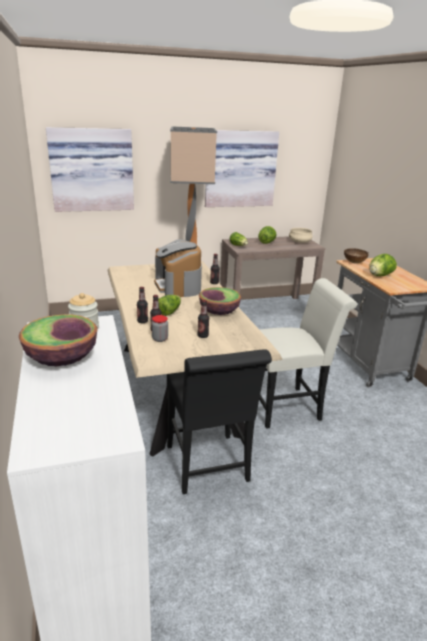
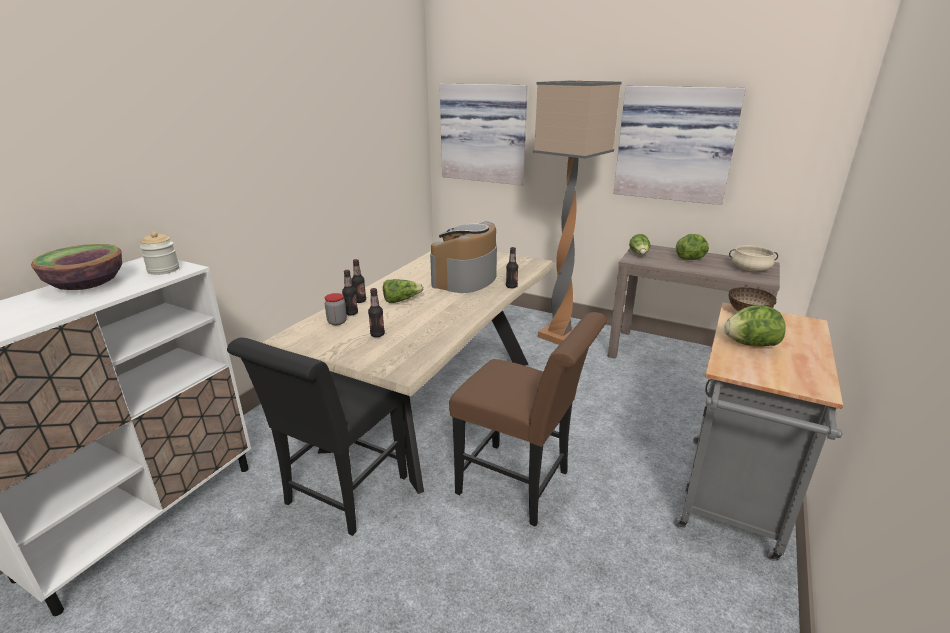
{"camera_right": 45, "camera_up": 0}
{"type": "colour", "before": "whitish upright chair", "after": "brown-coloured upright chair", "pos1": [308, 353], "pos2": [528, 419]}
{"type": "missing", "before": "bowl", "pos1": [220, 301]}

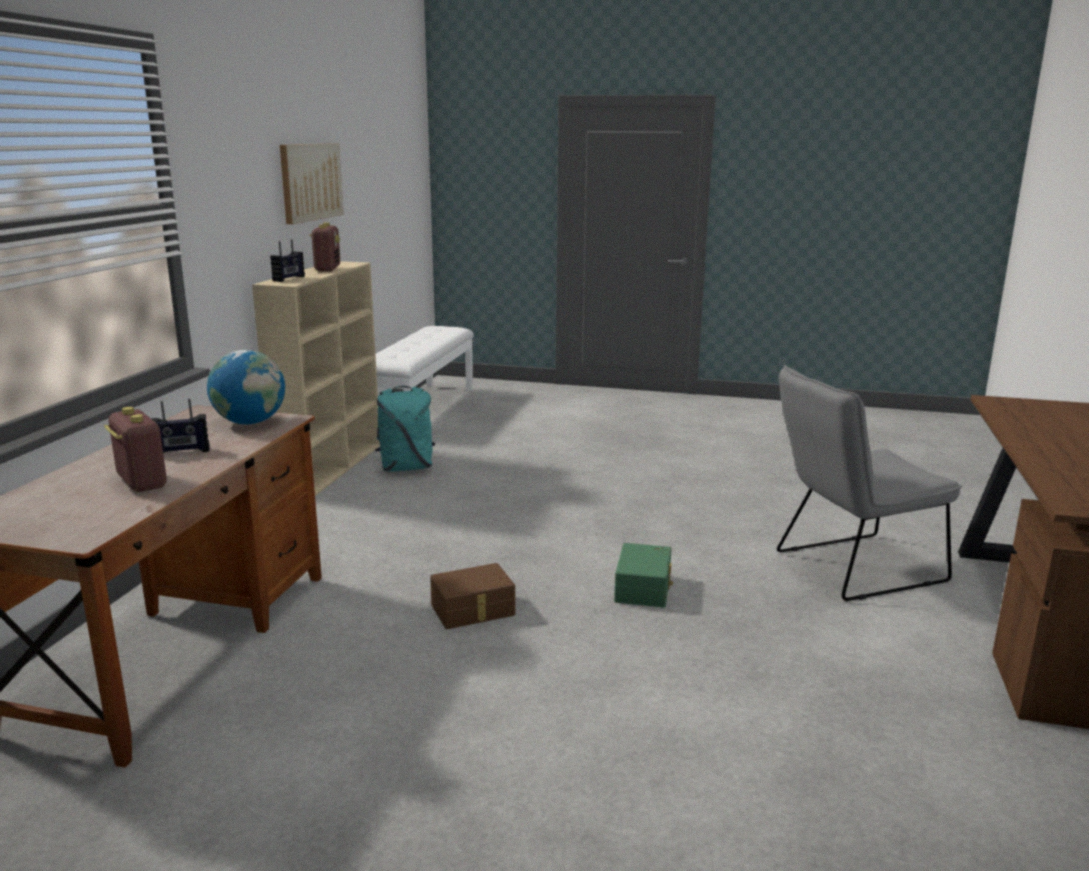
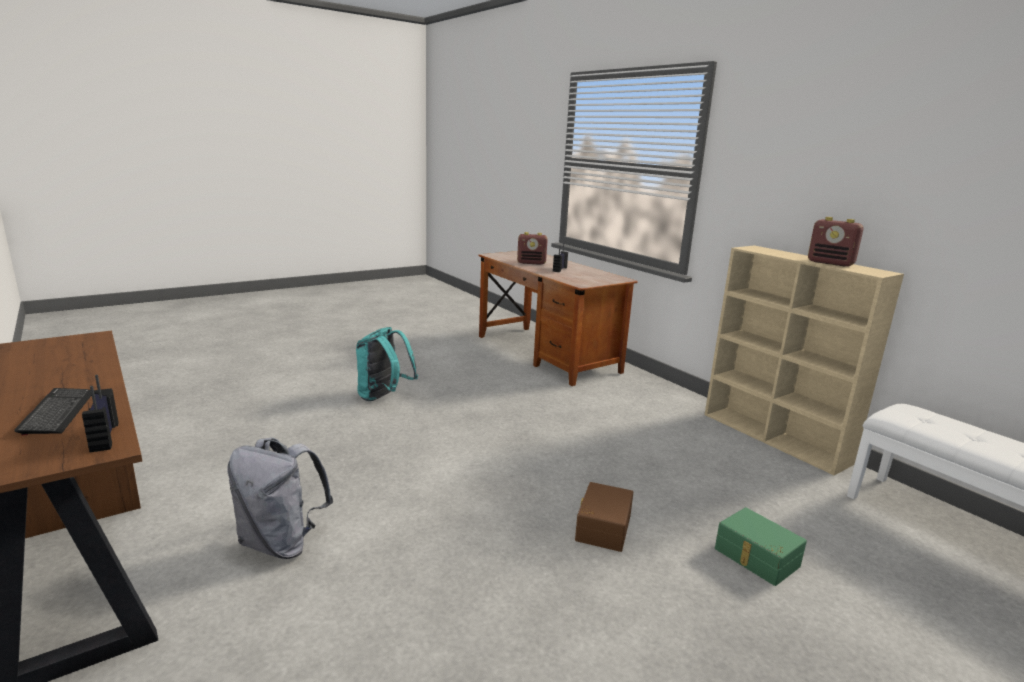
{"camera_right": 130, "camera_up": 0}
{"type": "appeared", "after": "keyboard", "pos2": [52, 411]}
{"type": "relocated", "before": "radio receiver", "pos1": [287, 260], "pos2": [100, 413]}
{"type": "exchanged", "before": "gray upright chair", "after": "gray backpack", "pos1": [870, 483], "pos2": [280, 498]}
{"type": "relocated", "before": "turquoise-coloured backpack", "pos1": [405, 429], "pos2": [387, 364]}
{"type": "relocated", "before": "brown-coloured storage bin", "pos1": [472, 596], "pos2": [604, 517]}
{"type": "relocated", "before": "green storage bin", "pos1": [643, 575], "pos2": [761, 546]}
{"type": "missing", "before": "globe", "pos1": [246, 387]}
{"type": "missing", "before": "wall picture", "pos1": [312, 183]}

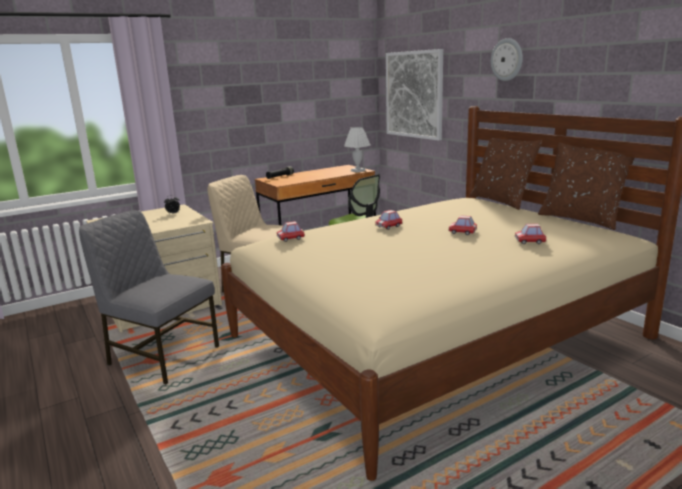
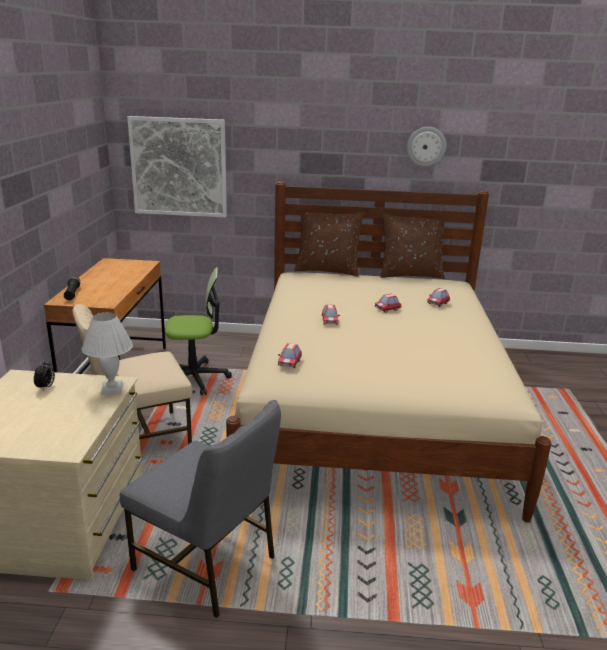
{"camera_right": -55, "camera_up": 5}
{"type": "relocated", "before": "whitish table lamp", "pos1": [357, 150], "pos2": [107, 353]}
{"type": "spun", "before": "gray upright chair", "pos1": [149, 297], "pos2": [200, 509], "turn": -120}
{"type": "relocated", "before": "hanging clock", "pos1": [507, 59], "pos2": [426, 147]}

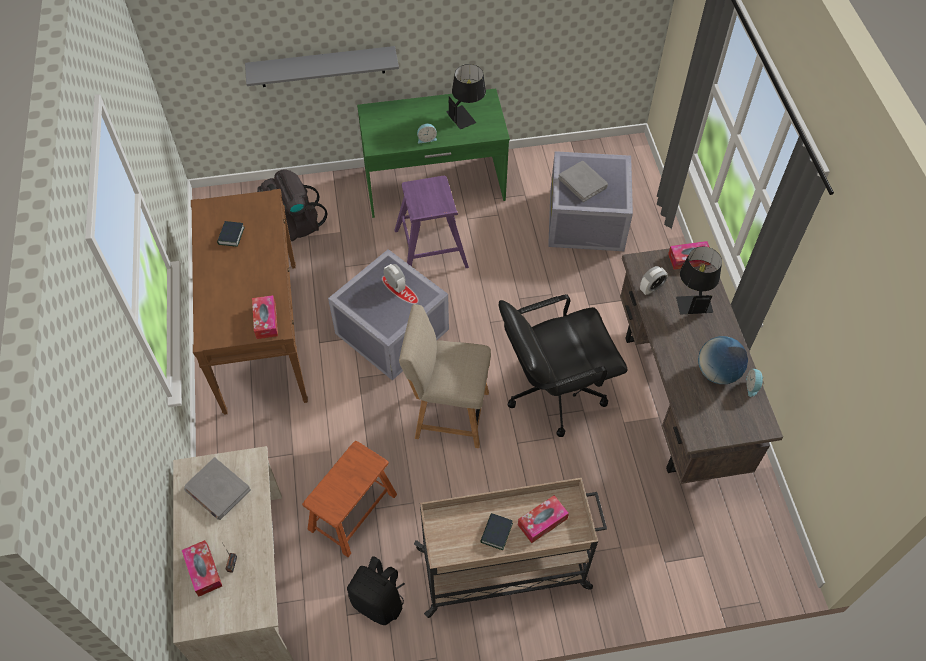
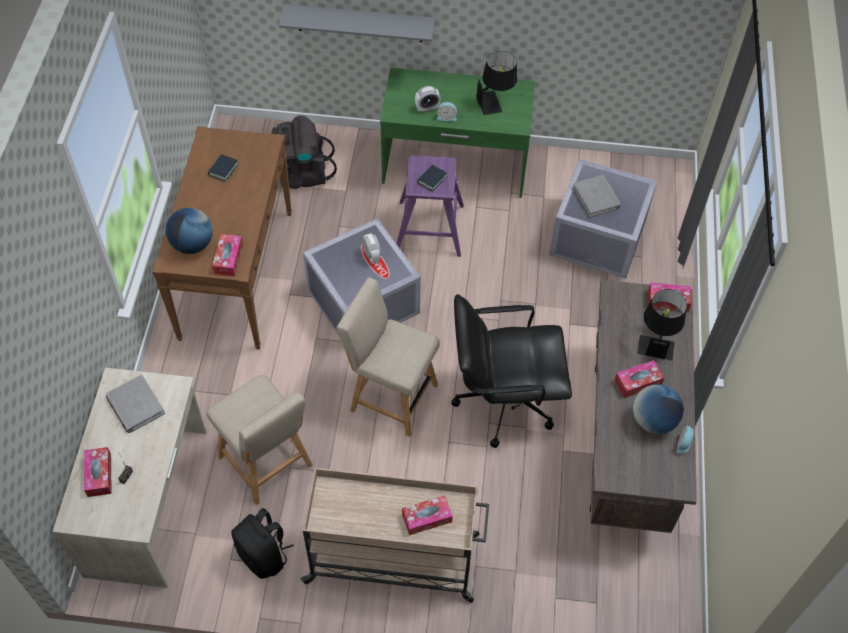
{"camera_right": 15, "camera_up": 0}
{"type": "appeared", "after": "globe", "pos2": [189, 231]}
{"type": "exchanged", "before": "brown-coloured stool seat", "after": "beige upright chair", "pos1": [349, 499], "pos2": [259, 440]}
{"type": "relocated", "before": "alarm clock", "pos1": [654, 280], "pos2": [428, 99]}
{"type": "relocated", "before": "bound book", "pos1": [496, 531], "pos2": [432, 178]}
{"type": "appeared", "after": "tissue box", "pos2": [639, 379]}

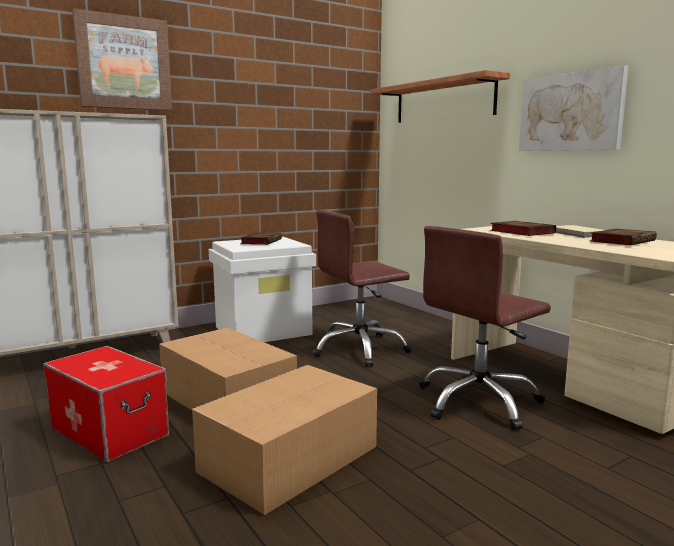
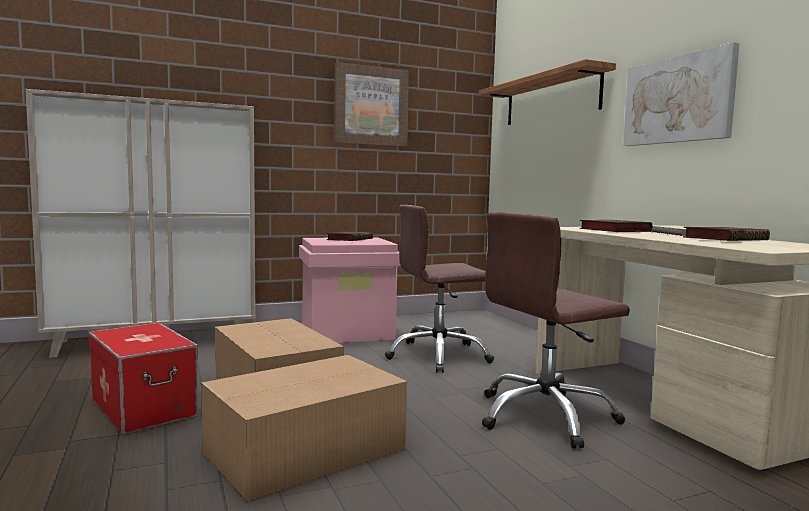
{"camera_right": 10, "camera_up": -5}
{"type": "colour", "before": "whitish storage bin", "after": "pink storage bin", "pos1": [262, 289], "pos2": [350, 290]}
{"type": "relocated", "before": "wall picture", "pos1": [122, 59], "pos2": [371, 104]}

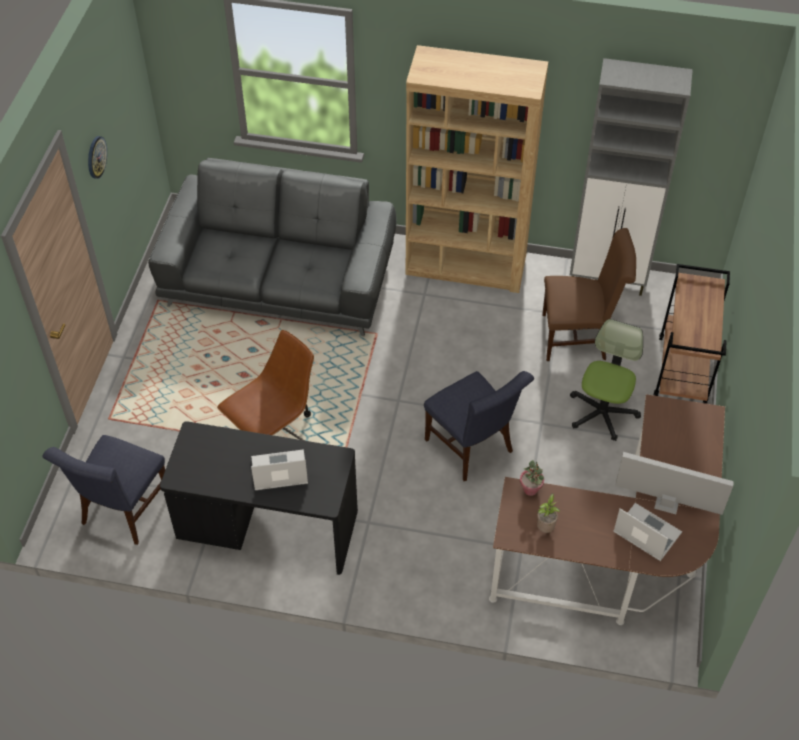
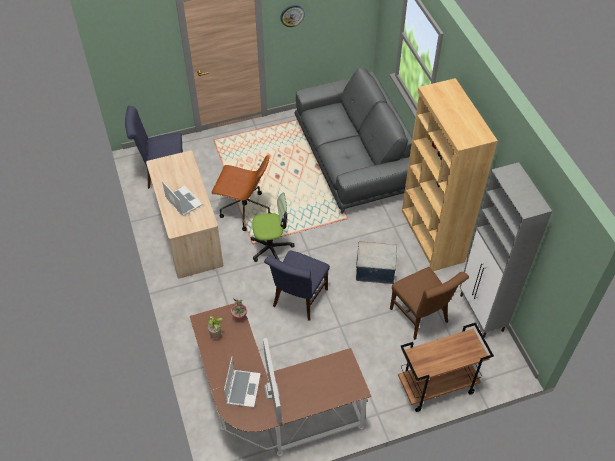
{"camera_right": 60, "camera_up": 0}
{"type": "colour", "before": "blackish desk unit", "after": "beige desk unit", "pos1": [259, 498], "pos2": [184, 214]}
{"type": "relocated", "before": "computer chair", "pos1": [606, 380], "pos2": [273, 227]}
{"type": "appeared", "after": "storage bin", "pos2": [376, 262]}

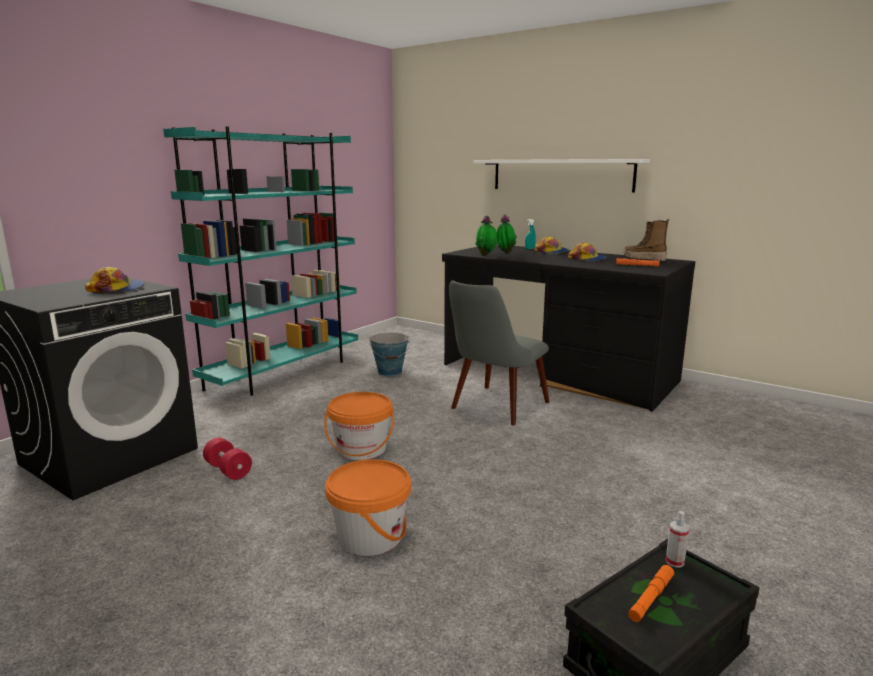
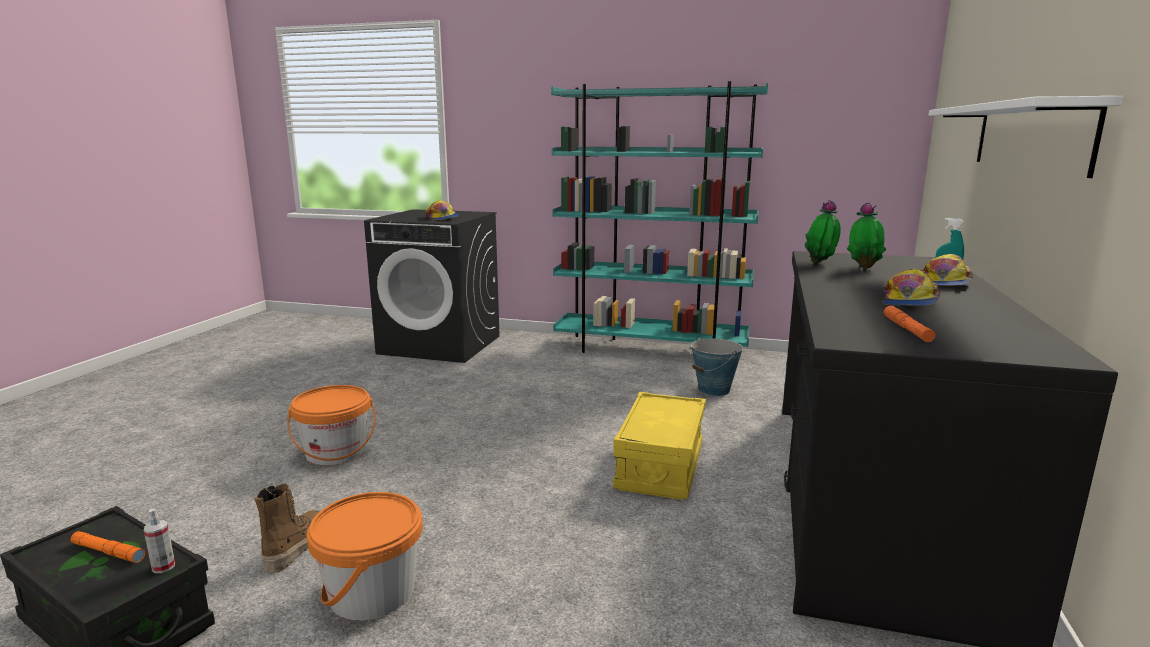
{"camera_right": 70, "camera_up": 0}
{"type": "relocated", "before": "boot", "pos1": [646, 240], "pos2": [286, 528]}
{"type": "relocated", "before": "orange pail", "pos1": [359, 426], "pos2": [365, 556]}
{"type": "exchanged", "before": "gray upright chair", "after": "yellow storage bin", "pos1": [499, 352], "pos2": [659, 446]}
{"type": "missing", "before": "reddish hand weight", "pos1": [227, 458]}

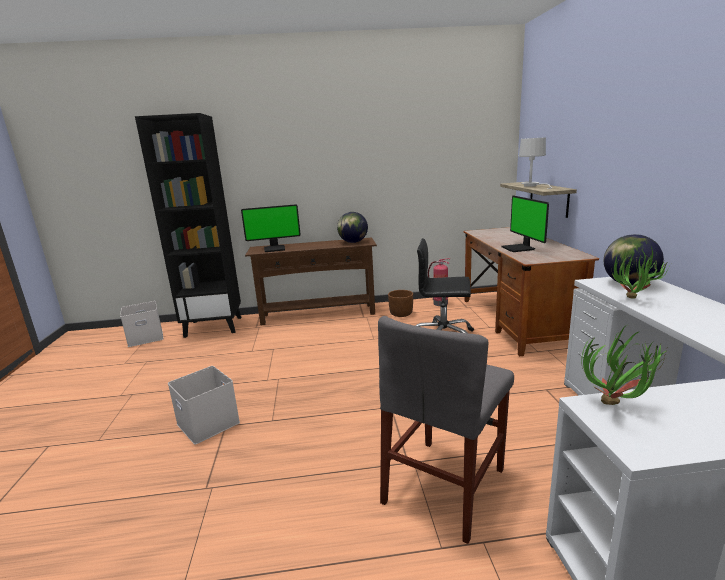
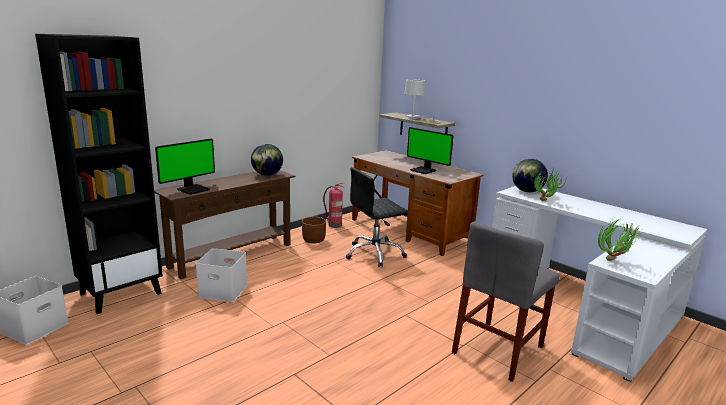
{"camera_right": -40, "camera_up": 0}
{"type": "relocated", "before": "whitish storage bin", "pos1": [204, 405], "pos2": [221, 275]}
{"type": "spun", "before": "gray upright chair", "pos1": [446, 430], "pos2": [506, 301], "turn": 45}

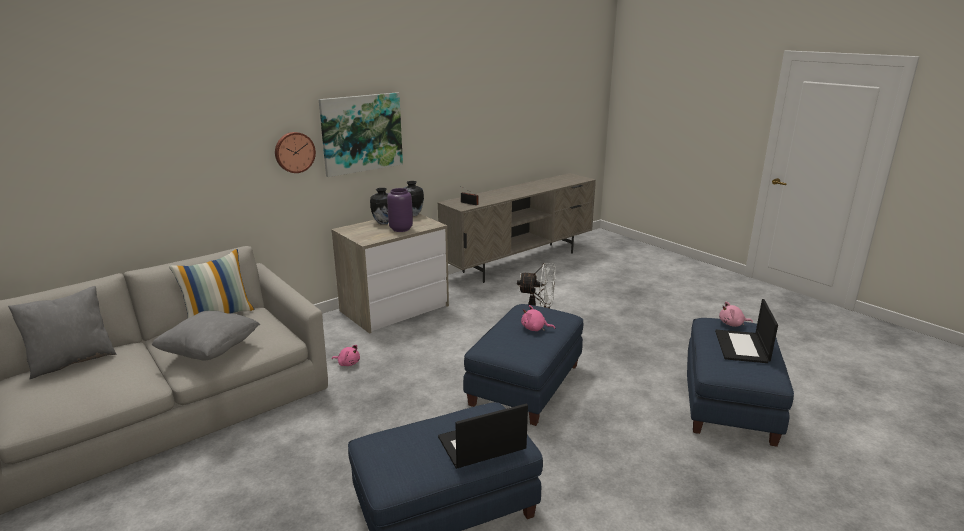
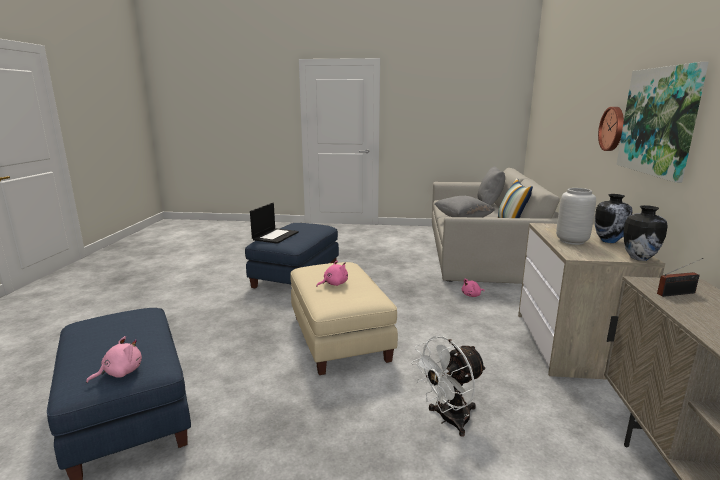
{"camera_right": 135, "camera_up": -5}
{"type": "colour", "before": "blue footrest", "after": "beige footrest", "pos1": [523, 365], "pos2": [344, 318]}
{"type": "colour", "before": "purplish vase", "after": "gray vase", "pos1": [400, 210], "pos2": [576, 216]}
{"type": "missing", "before": "laptop", "pos1": [746, 331]}

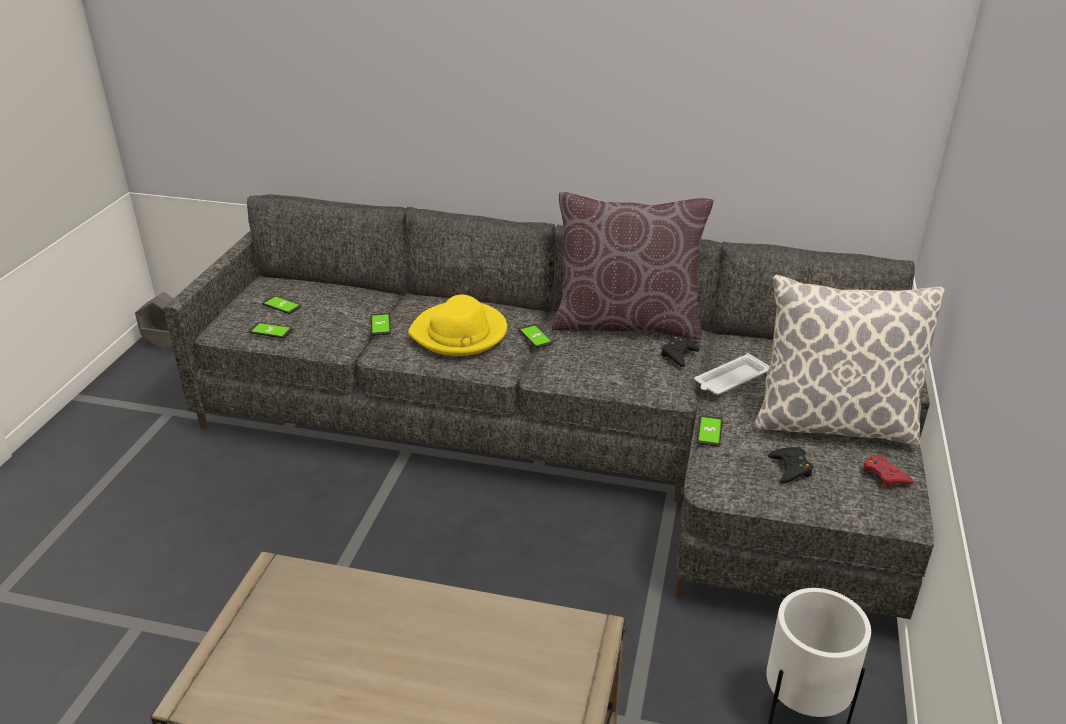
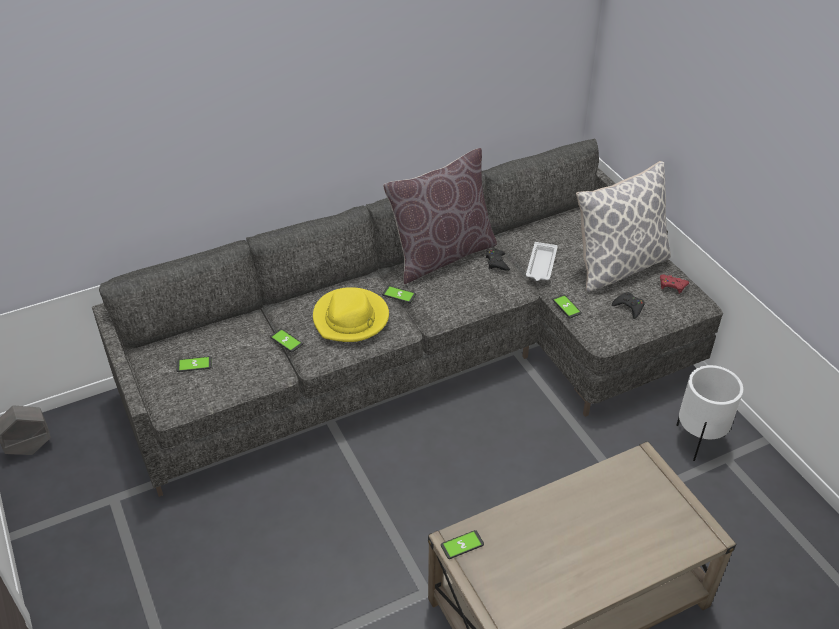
{"camera_right": -40, "camera_up": 10}
{"type": "relocated", "before": "telephone", "pos1": [271, 330], "pos2": [462, 544]}

